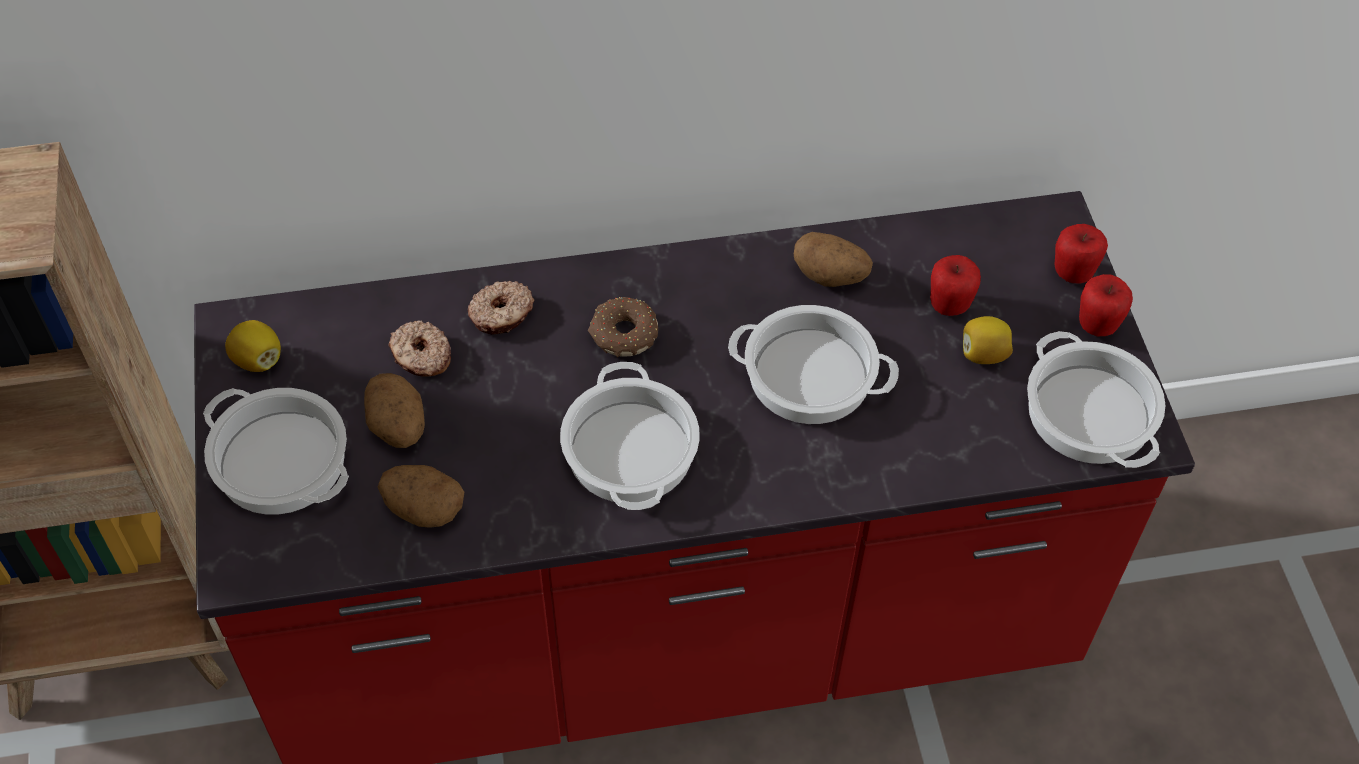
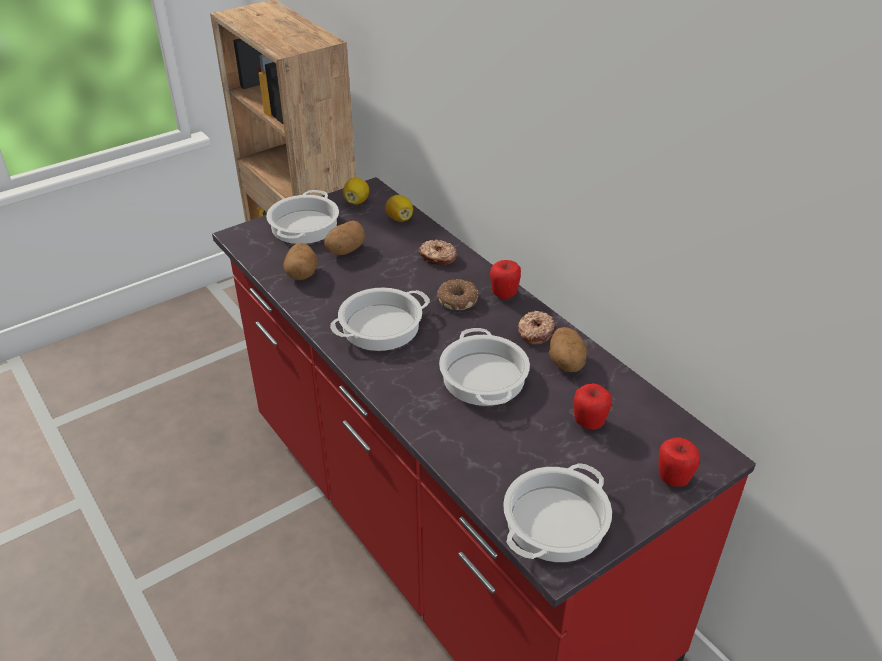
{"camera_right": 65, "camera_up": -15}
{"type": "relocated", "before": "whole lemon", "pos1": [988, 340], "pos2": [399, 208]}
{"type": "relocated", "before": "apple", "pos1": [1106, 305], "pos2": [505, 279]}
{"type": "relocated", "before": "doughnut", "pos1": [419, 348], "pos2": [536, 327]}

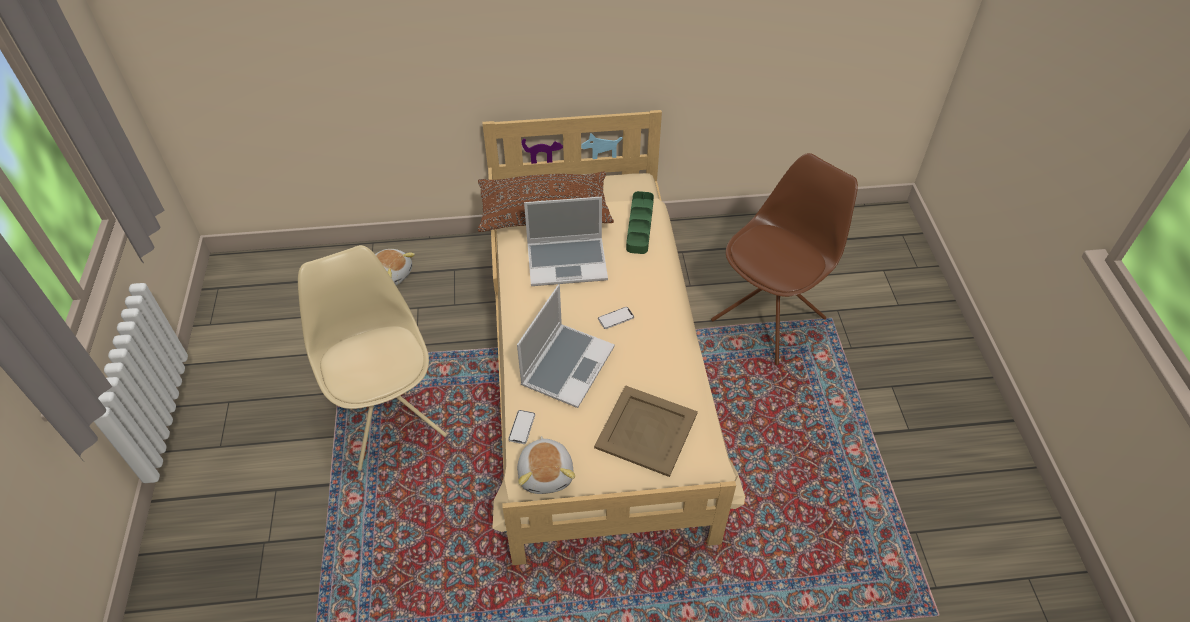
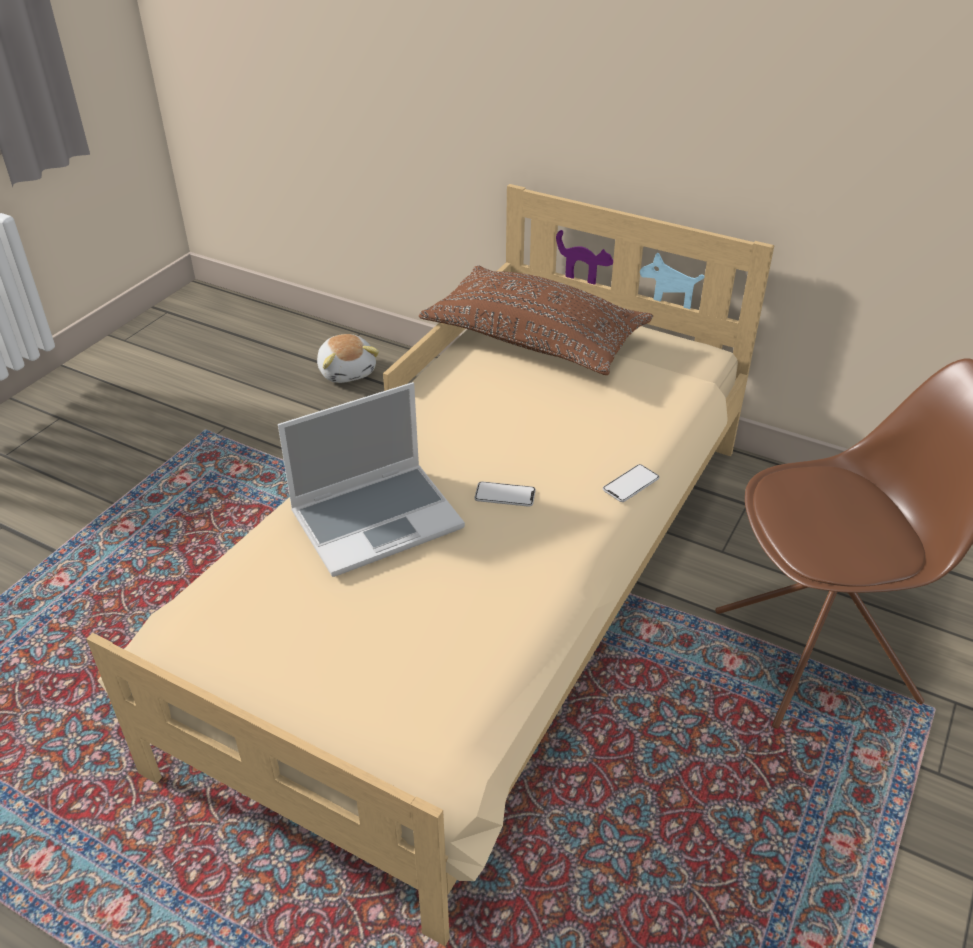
{"camera_right": 35, "camera_up": -10}
{"type": "relocated", "before": "telephone", "pos1": [521, 427], "pos2": [631, 483]}
{"type": "missing", "before": "beige upright chair", "pos1": [372, 358]}
{"type": "missing", "before": "cuddly toy", "pos1": [546, 465]}
{"type": "missing", "before": "laptop", "pos1": [566, 241]}
{"type": "missing", "before": "beige serving tray", "pos1": [646, 431]}
{"type": "missing", "before": "green serving tray", "pos1": [640, 222]}

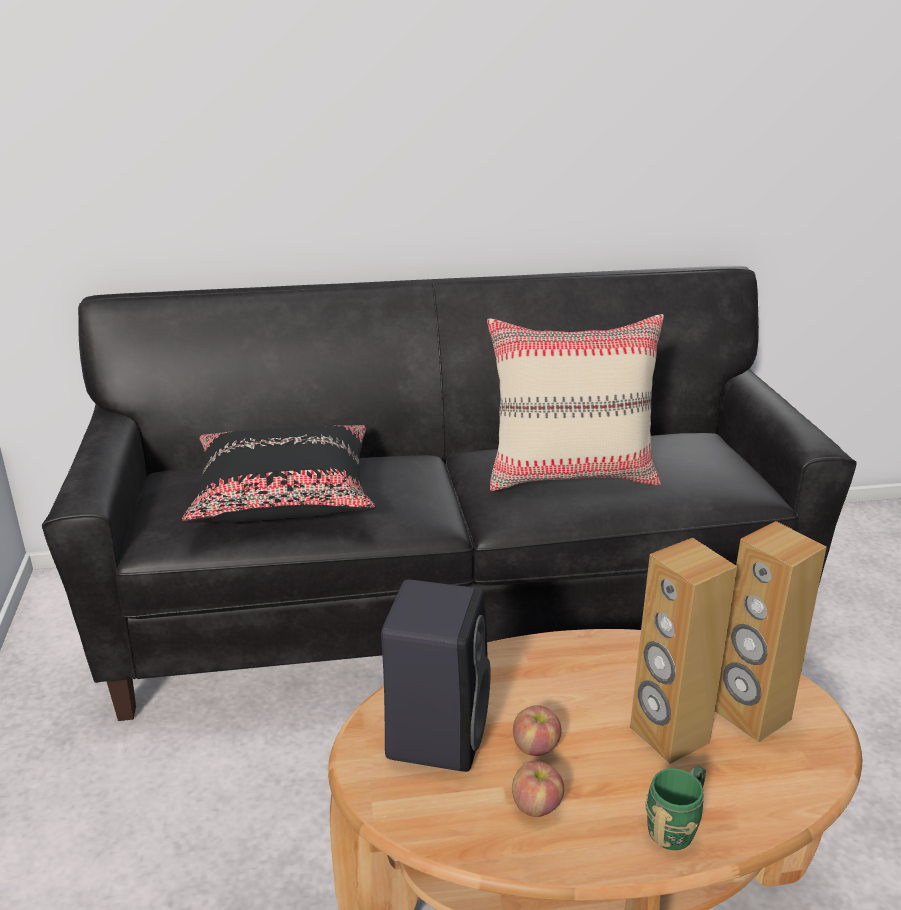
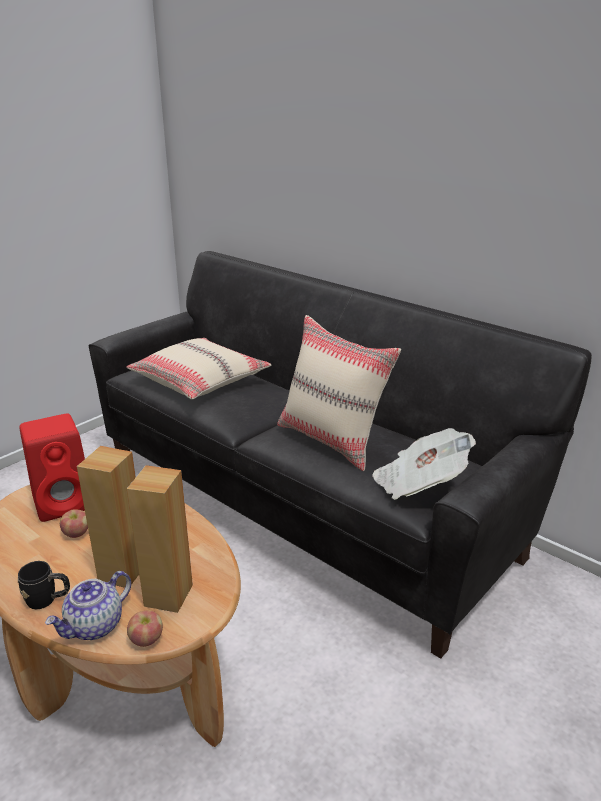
{"camera_right": 50, "camera_up": 0}
{"type": "colour", "before": "green tea mug", "after": "blackish tea mug", "pos1": [675, 807], "pos2": [43, 585]}
{"type": "colour", "before": "blackish loudspeaker", "after": "reddish loudspeaker", "pos1": [436, 675], "pos2": [52, 467]}
{"type": "appeared", "after": "teapot", "pos2": [88, 605]}
{"type": "colour", "before": "blackish cushion", "after": "beige cushion", "pos1": [279, 474], "pos2": [199, 369]}
{"type": "relocated", "before": "apple", "pos1": [538, 789], "pos2": [145, 628]}
{"type": "appeared", "after": "daily paper", "pos2": [424, 464]}

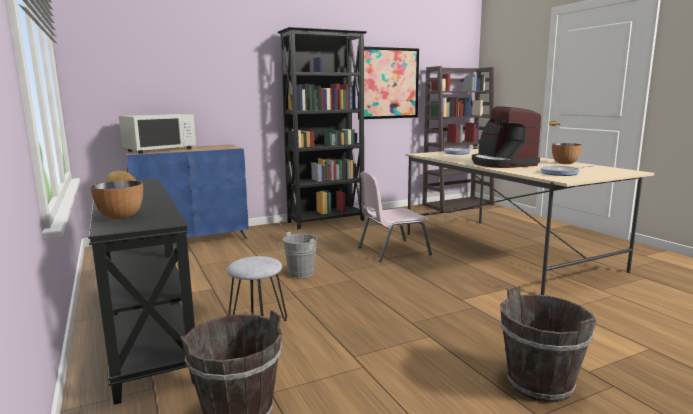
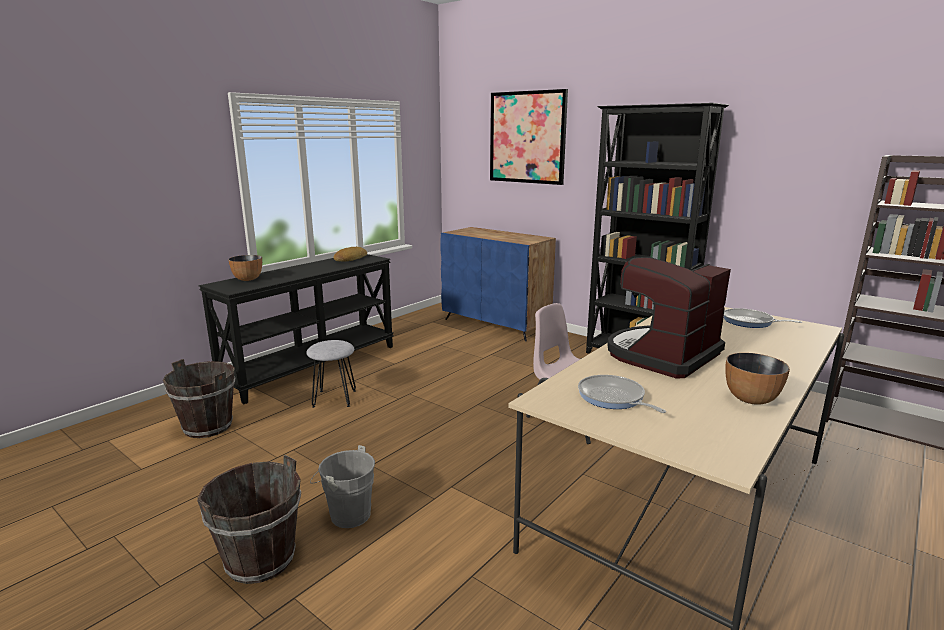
{"camera_right": 65, "camera_up": 5}
{"type": "relocated", "before": "gray pail", "pos1": [297, 255], "pos2": [342, 486]}
{"type": "relocated", "before": "wall picture", "pos1": [388, 83], "pos2": [529, 137]}
{"type": "missing", "before": "whitish kitchen microwave", "pos1": [157, 134]}

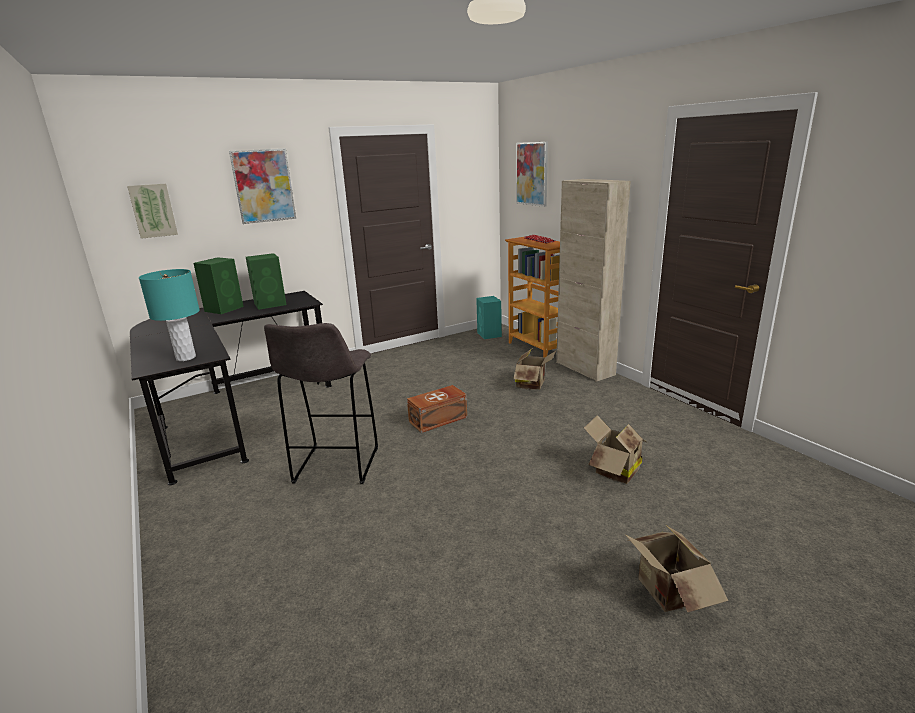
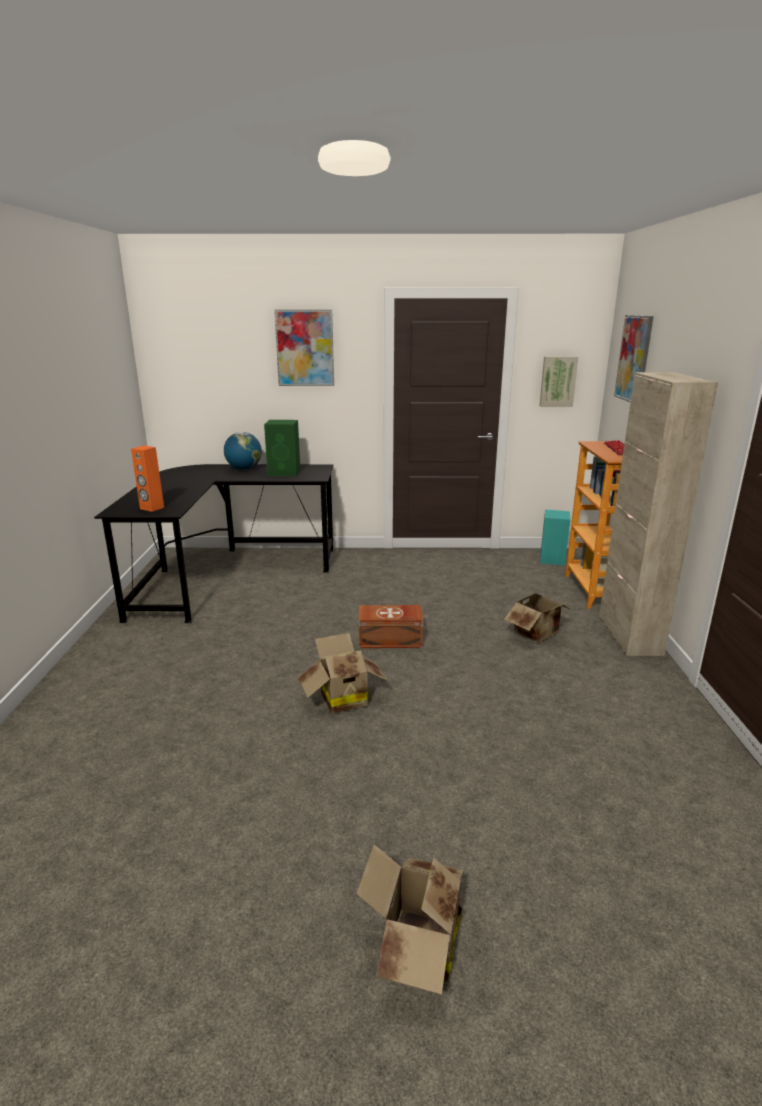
{"camera_right": 30, "camera_up": 0}
{"type": "exchanged", "before": "turquoise-coloured table lamp", "after": "orange loudspeaker", "pos1": [169, 315], "pos2": [147, 479]}
{"type": "exchanged", "before": "green loudspeaker", "after": "globe", "pos1": [218, 285], "pos2": [243, 451]}
{"type": "relocated", "before": "cardboard box", "pos1": [616, 449], "pos2": [343, 673]}
{"type": "relocated", "before": "wall picture", "pos1": [152, 211], "pos2": [559, 382]}
{"type": "missing", "before": "gray stool seat", "pos1": [321, 403]}

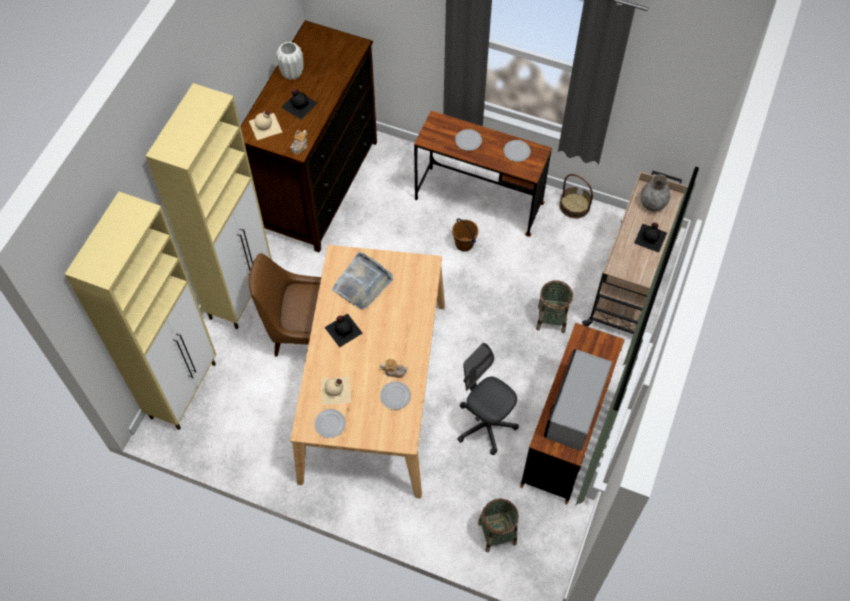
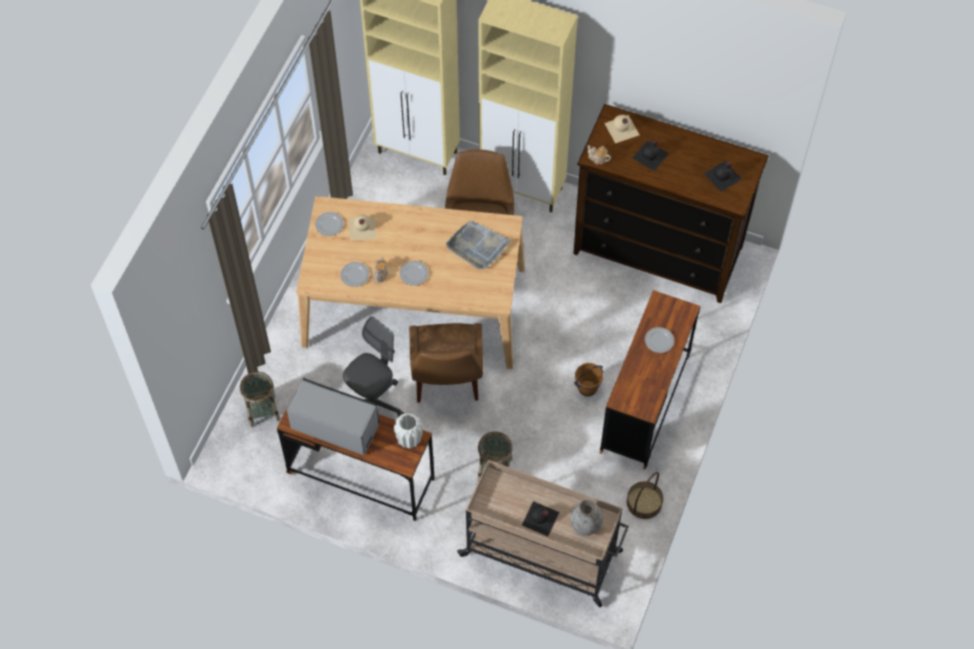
{"camera_right": 90, "camera_up": 0}
{"type": "relocated", "before": "whitish vase", "pos1": [289, 61], "pos2": [408, 430]}
{"type": "relocated", "before": "dinner plate", "pos1": [517, 151], "pos2": [414, 273]}
{"type": "appeared", "after": "brown-coloured upright chair", "pos2": [446, 363]}
{"type": "relocated", "before": "blackish bottle", "pos1": [343, 330], "pos2": [723, 176]}

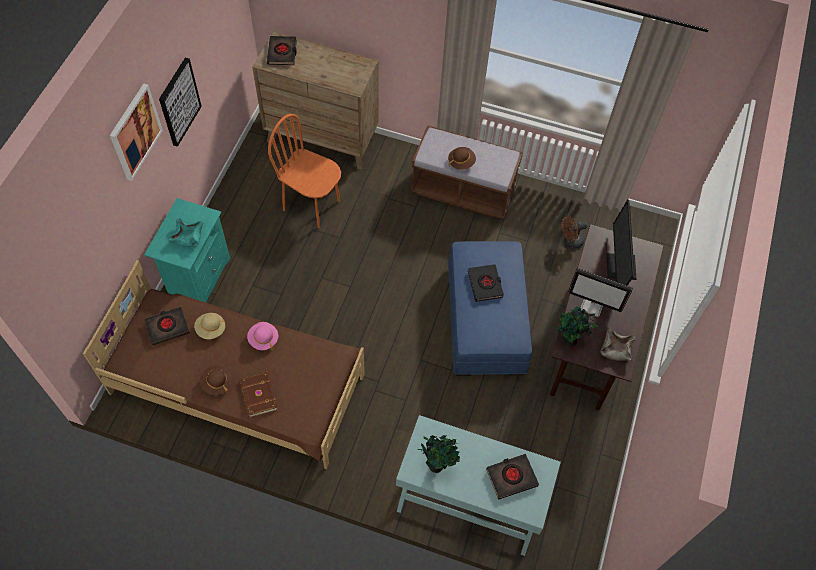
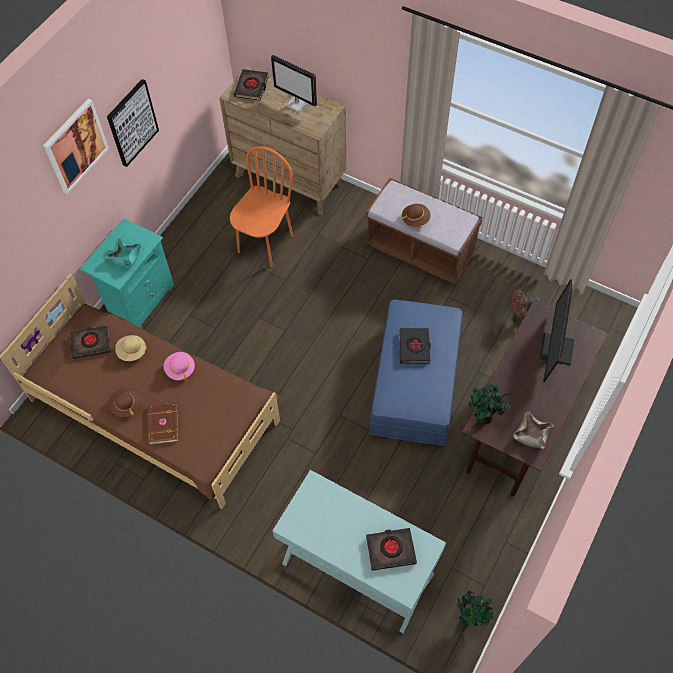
{"camera_right": 15, "camera_up": 0}
{"type": "spun", "before": "orange upright chair", "pos1": [304, 171], "pos2": [261, 206], "turn": 75}
{"type": "relocated", "before": "computer display", "pos1": [600, 292], "pos2": [294, 83]}
{"type": "relocated", "before": "houseplant", "pos1": [438, 454], "pos2": [473, 608]}

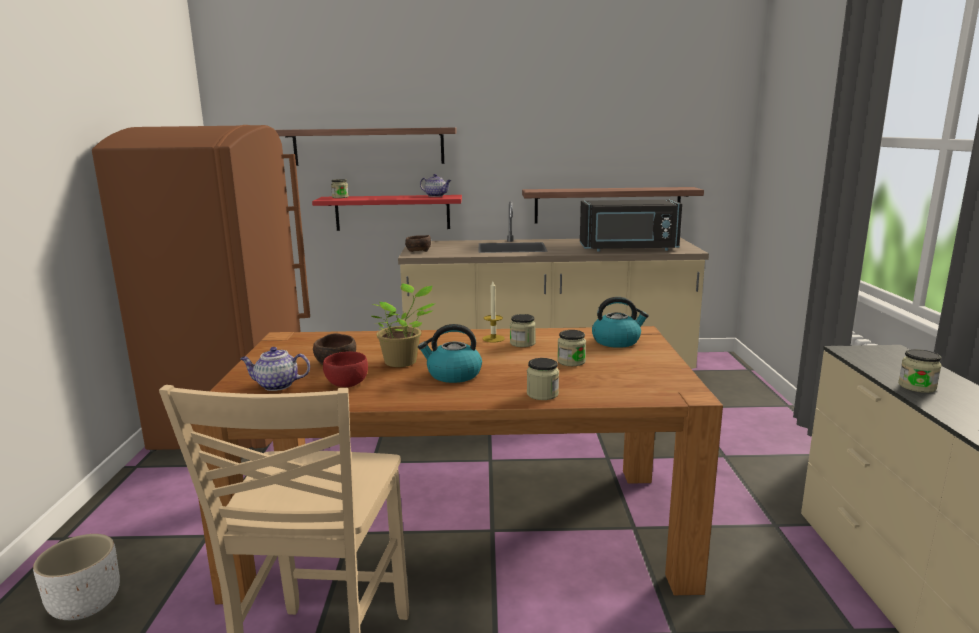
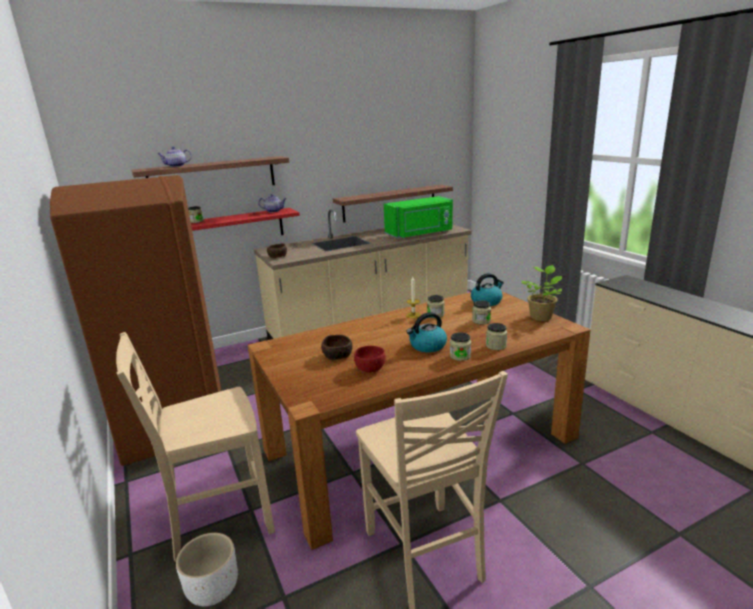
{"camera_right": -25, "camera_up": 5}
{"type": "appeared", "after": "beige upright chair", "pos2": [195, 447]}
{"type": "relocated", "before": "teapot", "pos1": [275, 369], "pos2": [174, 157]}
{"type": "colour", "before": "blackish kitchen microwave", "after": "green kitchen microwave", "pos1": [631, 226], "pos2": [418, 217]}
{"type": "relocated", "before": "preserve jar", "pos1": [920, 371], "pos2": [460, 346]}
{"type": "relocated", "before": "houseplant", "pos1": [403, 325], "pos2": [542, 293]}

